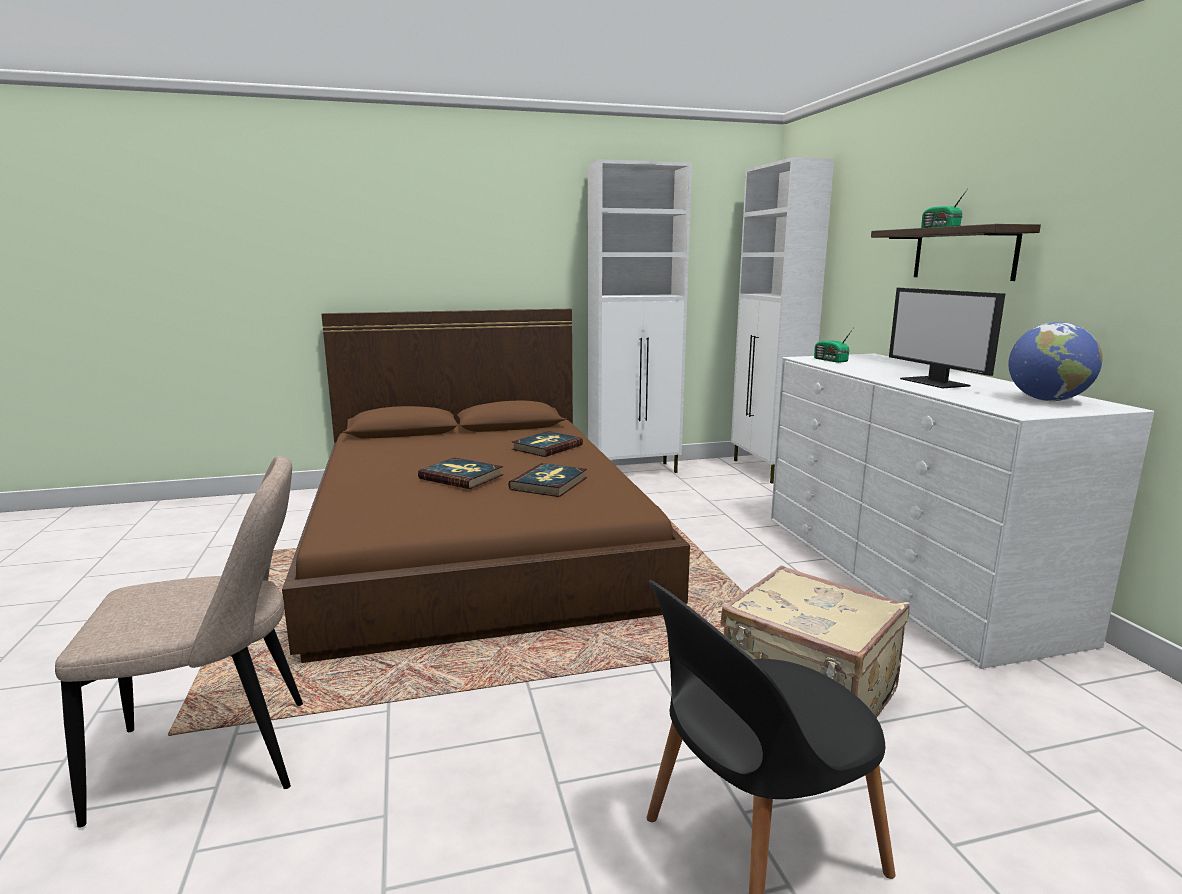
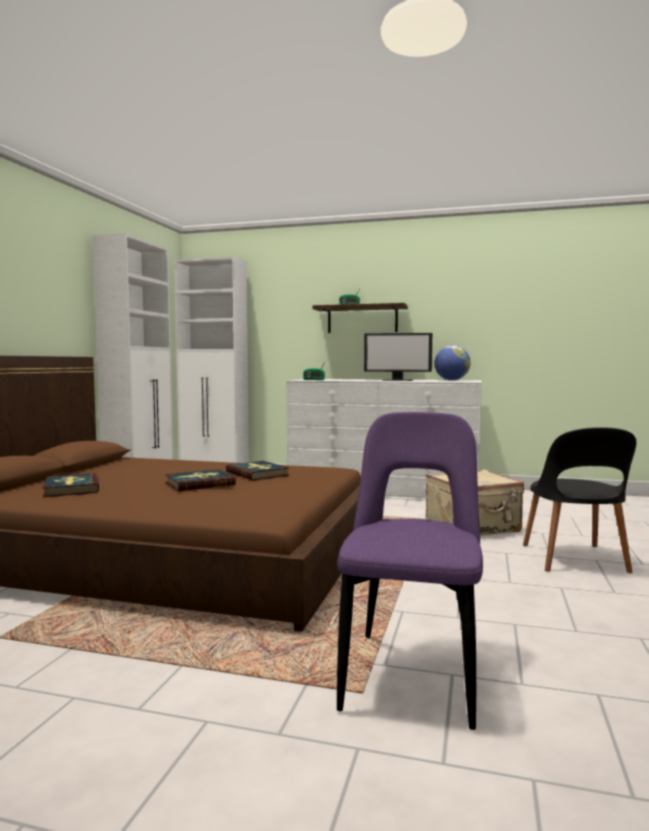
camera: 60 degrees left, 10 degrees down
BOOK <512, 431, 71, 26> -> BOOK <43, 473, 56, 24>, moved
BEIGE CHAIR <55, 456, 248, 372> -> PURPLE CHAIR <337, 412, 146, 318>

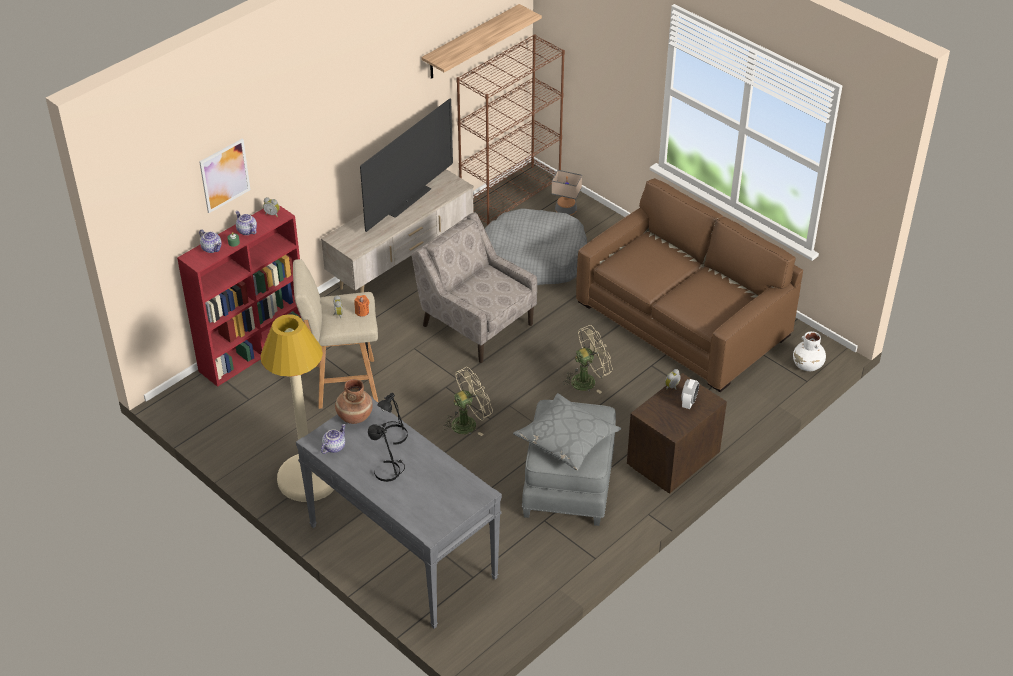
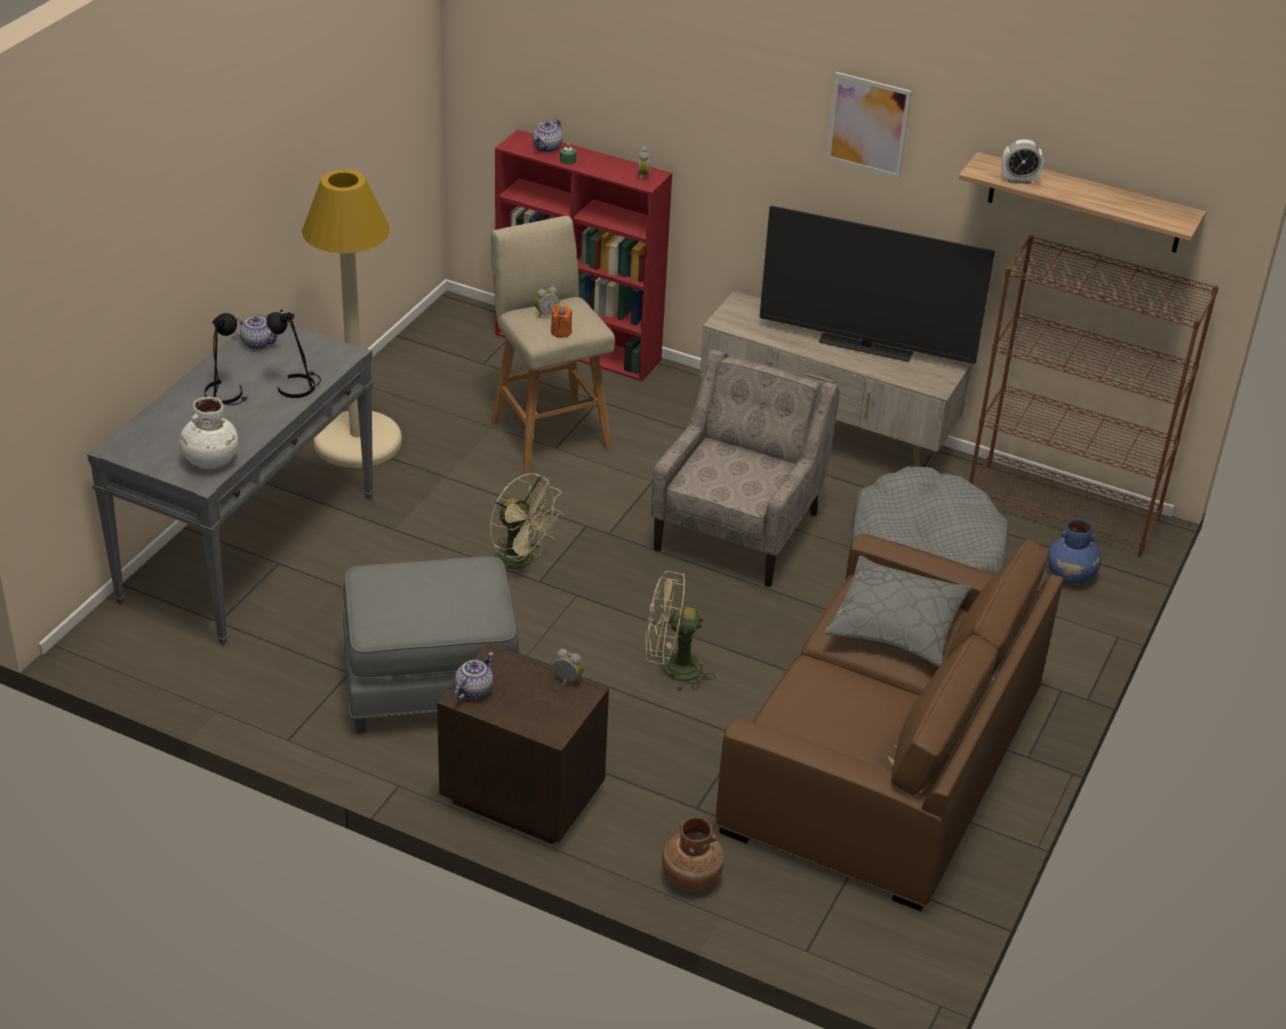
camera: 70 degrees right, 5 degrees down
WHITE VASE <793, 331, 33, 40> -> WHITE VASE <179, 397, 59, 72>, moved
TEAPOT <235, 211, 22, 24> -> TEAPOT <454, 652, 39, 47>, moved
BEIGE FAN <563, 325, 50, 69> -> BEIGE FAN <645, 571, 70, 121>, 135 degrees clockwise
BROWN VASE <335, 379, 38, 45> -> BROWN VASE <662, 817, 62, 73>, moved
GREY PILLOW <513, 393, 108, 78> -> GREY PILLOW <824, 556, 147, 111>, moved
PICTURE <199, 139, 51, 74> -> PICTURE <826, 72, 86, 106>, moved
ALARM CLOCK <681, 379, 18, 30> -> ALARM CLOCK <1002, 139, 41, 45>, moved
TABLE LAMP <552, 170, 30, 45> -> BLUE VASE <1048, 519, 53, 65>

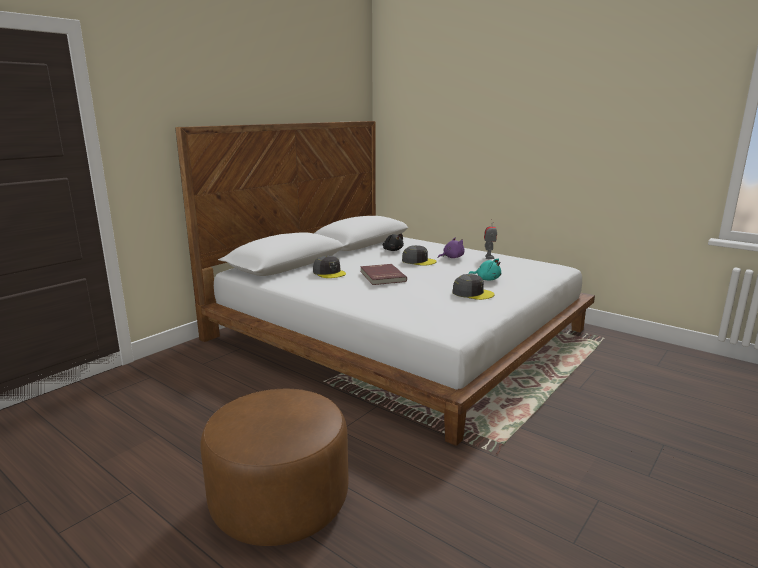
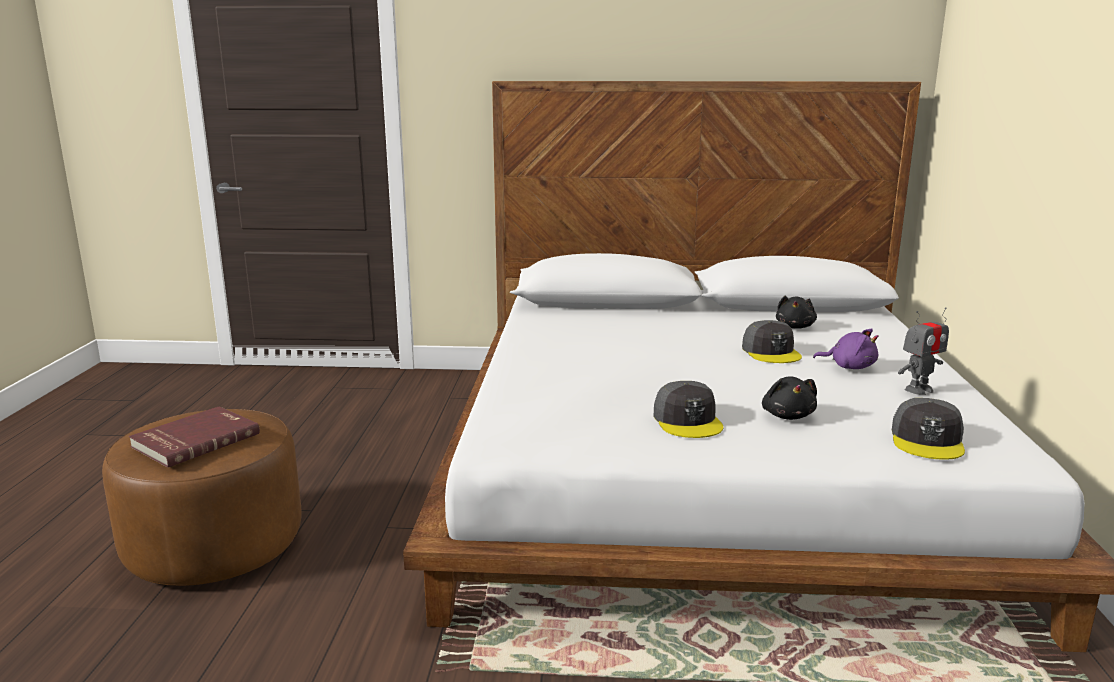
camera: 55 degrees right, 0 degrees up
RED BOOK <360, 264, 47, 21> -> RED BOOK <129, 406, 131, 62>, moved
TURQUOISE PLUSH TOY <468, 259, 33, 22> -> BLACK PLUSH TOY <762, 377, 55, 43>
GREY CAP <313, 256, 33, 22> -> GREY CAP <892, 398, 73, 62>, moved

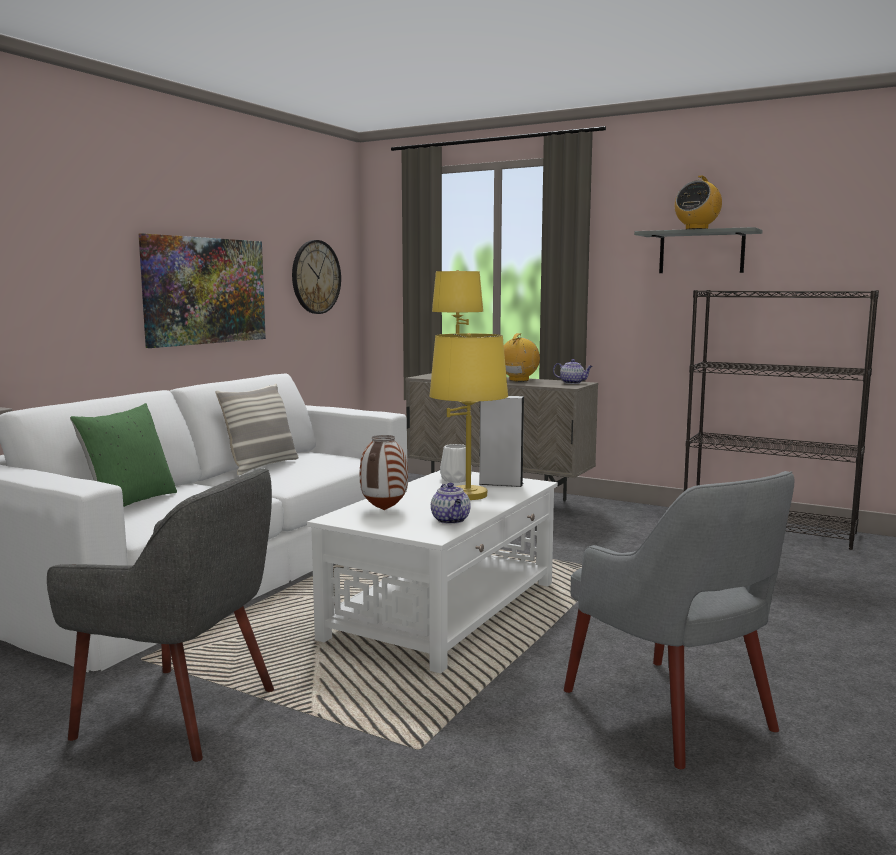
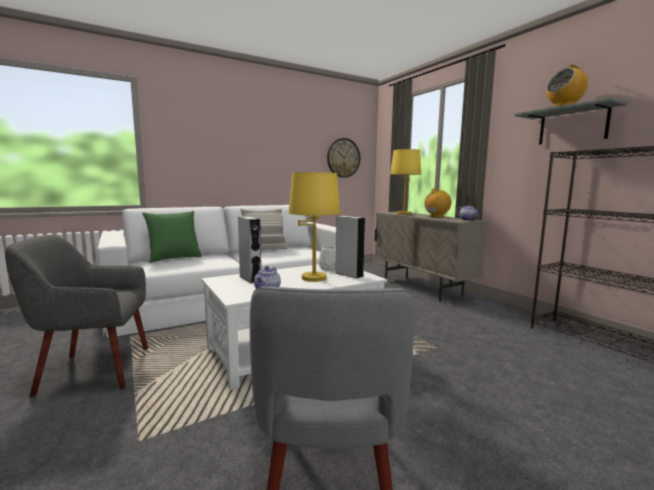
camera: 30 degrees right, 0 degrees up
GREY ARMCHAIR <47, 468, 227, 294> -> GREY ARMCHAIR <5, 235, 143, 162>, 120 degrees clockwise
VASE <360, 435, 48, 75> -> GREY SPEAKER <238, 216, 23, 67>
PICTURE <139, 233, 127, 115> -> none

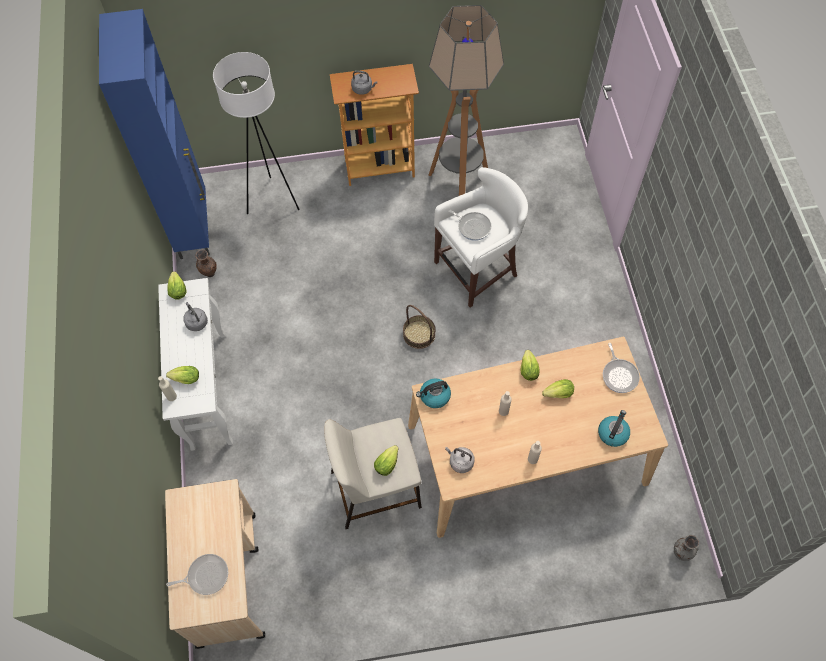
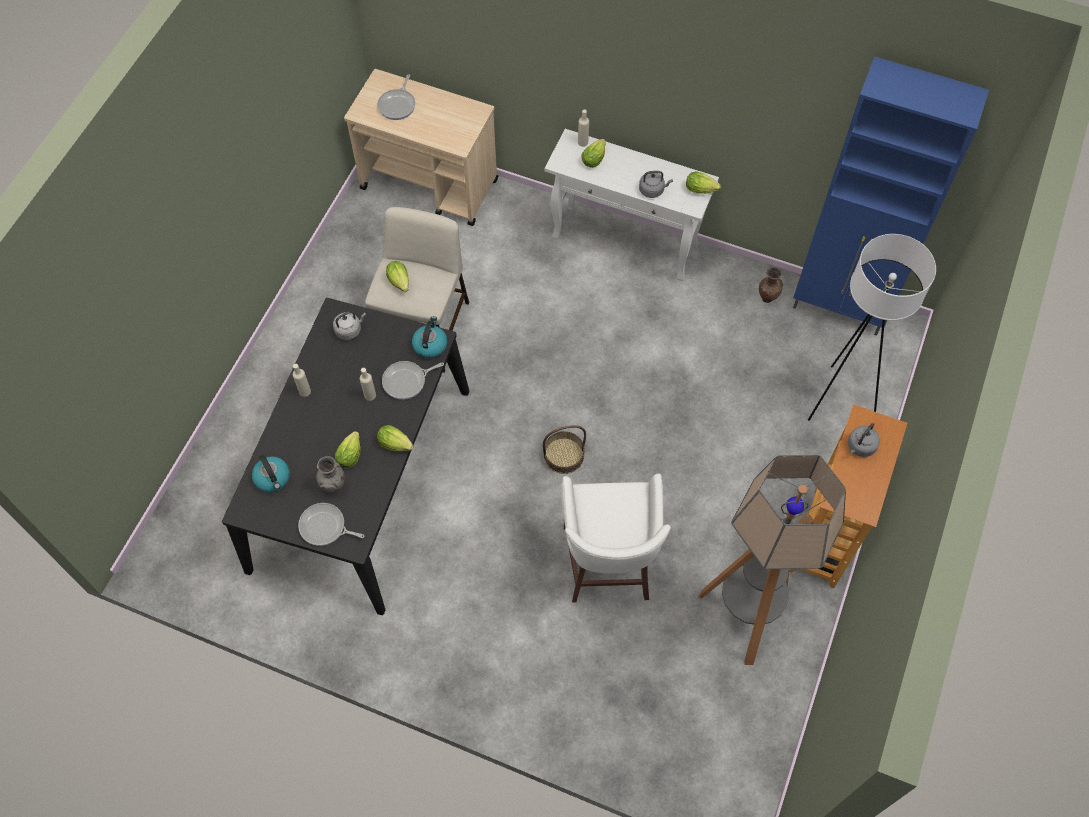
camera: 120 degrees right, 0 degrees up
BEIGE DINING TABLE <408, 337, 260, 201> -> BLACK DINING TABLE <222, 298, 247, 317>
GREY VASE <674, 535, 25, 26> -> GREY VASE <316, 456, 29, 36>, moved
FRYING PAN <448, 210, 43, 31> -> FRYING PAN <382, 361, 62, 39>, moved

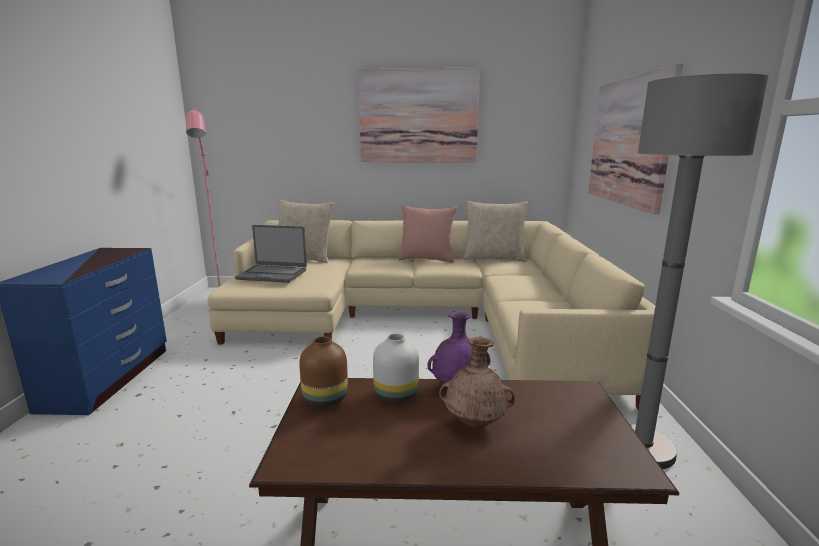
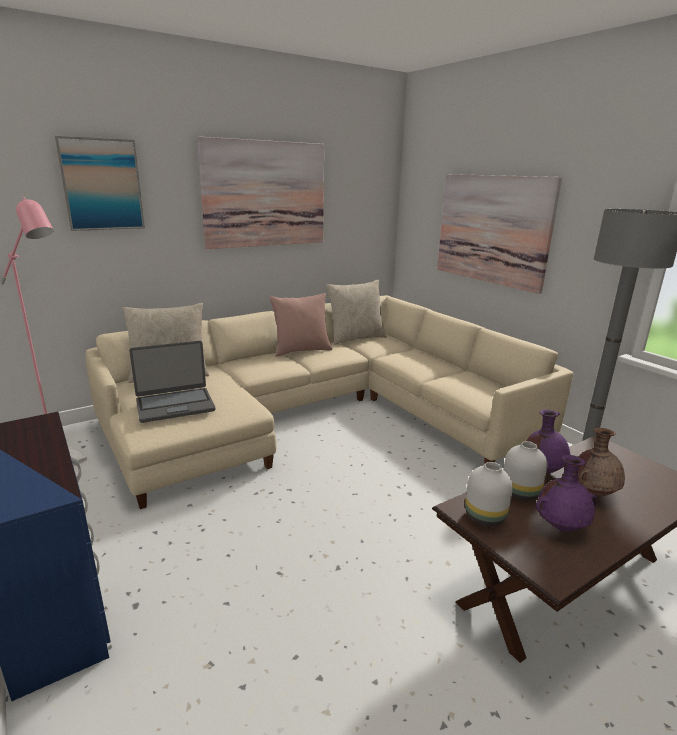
camera: 35 degrees left, 5 degrees up
none -> PICTURE <55, 136, 90, 95>
BROWN VASE <299, 336, 49, 71> -> WHITE VASE <465, 462, 48, 64>
none -> PURPLE VASE <536, 455, 61, 77>

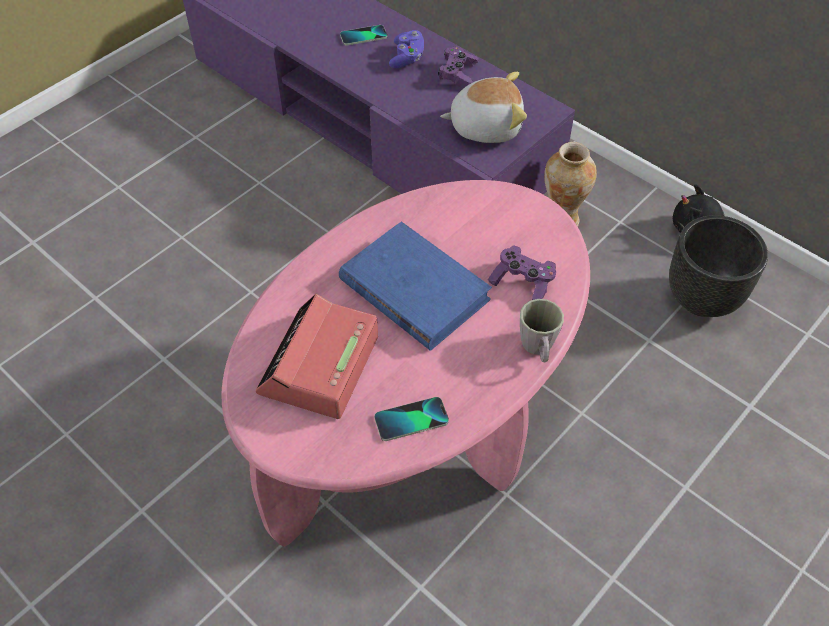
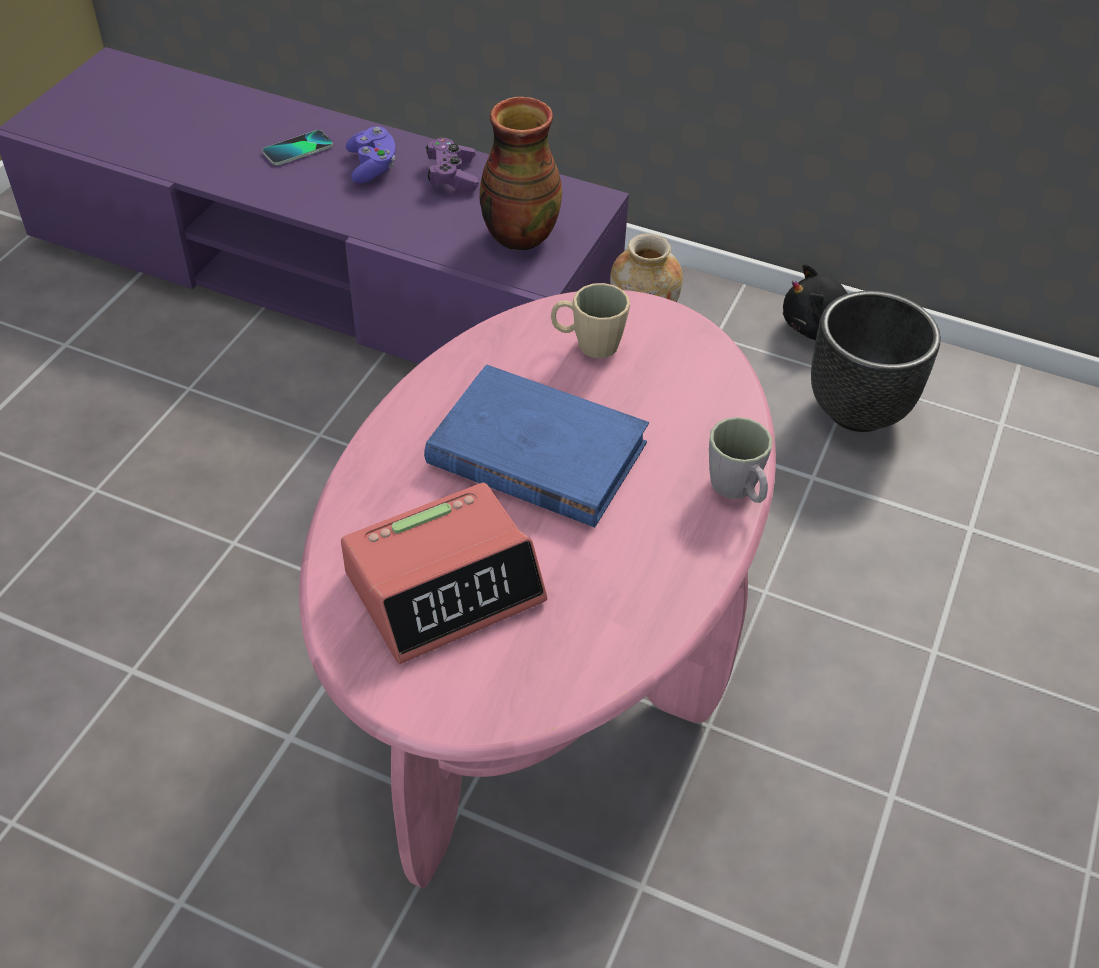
camera: 20 degrees left, 5 degrees down
ALARM CLOCK <256, 294, 122, 125> -> ALARM CLOCK <341, 483, 206, 181>, 120 degrees counterclockwise
PLUSH TOY <440, 72, 87, 71> -> VASE <480, 97, 82, 153>
none -> BEIGE MUG <551, 283, 79, 75>
PHONE <374, 397, 75, 44> -> none
PURPLE GAME CONTROLLER <488, 246, 68, 54> -> none

